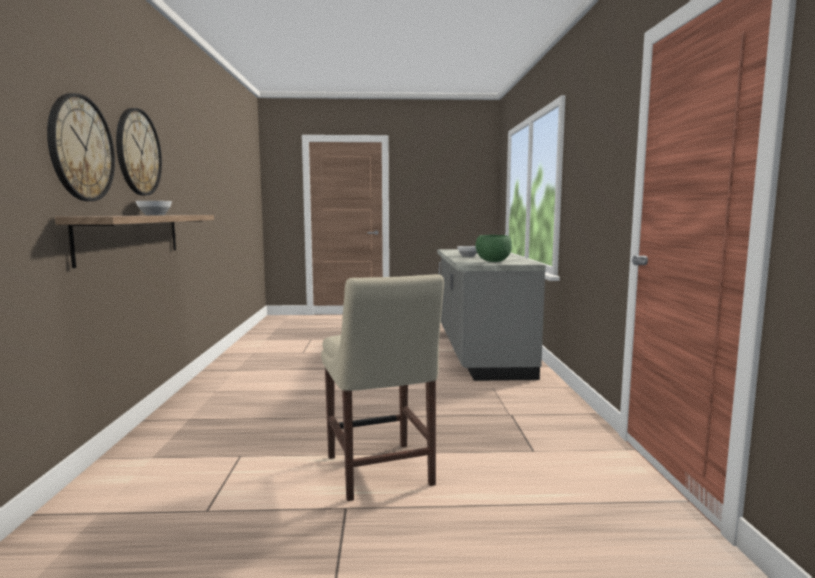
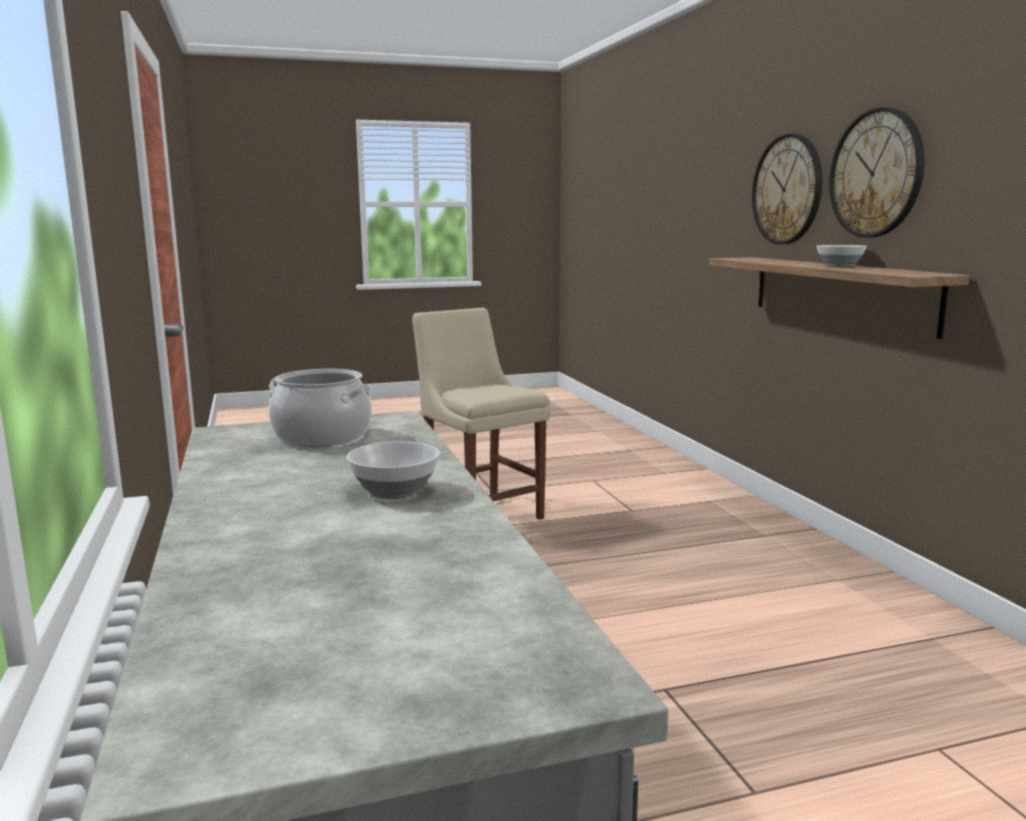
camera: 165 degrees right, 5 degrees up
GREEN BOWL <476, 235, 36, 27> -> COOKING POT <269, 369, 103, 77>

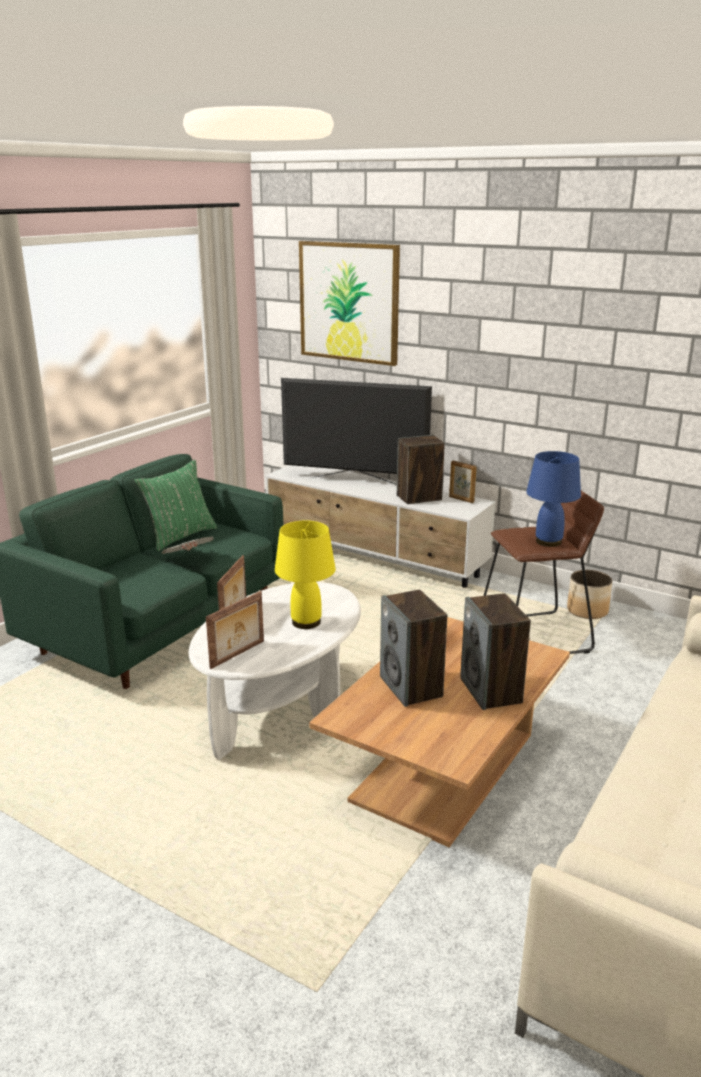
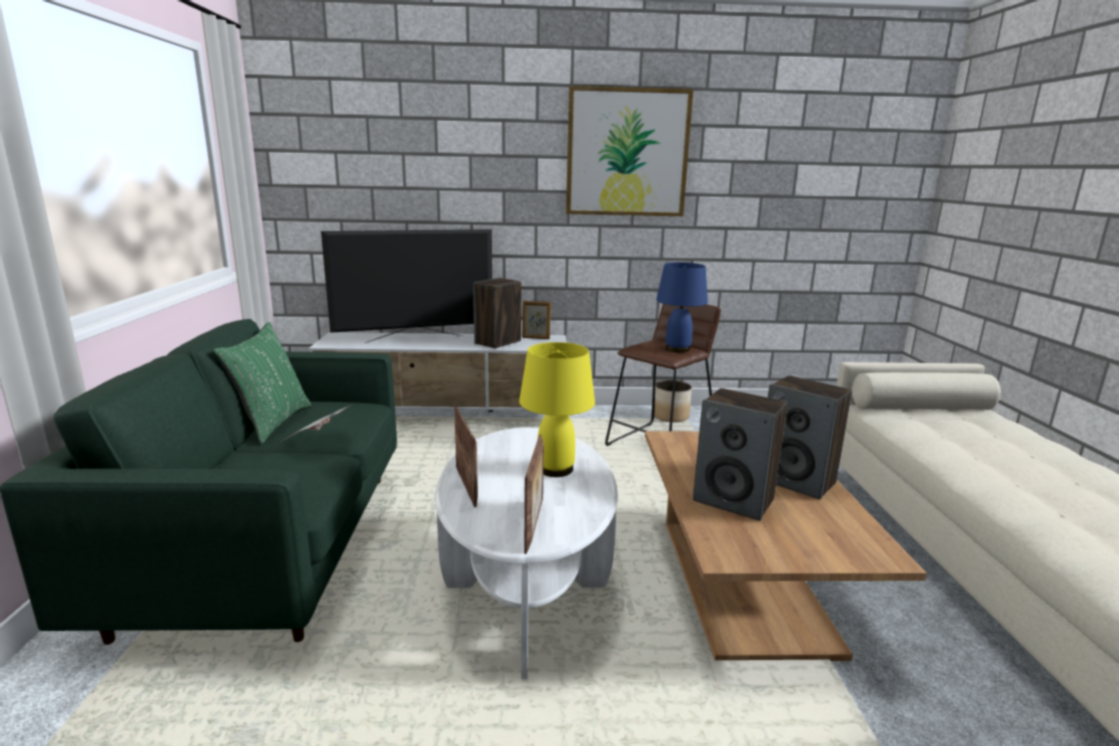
camera: 35 degrees left, 5 degrees down
PICTURE <299, 241, 101, 125> -> PICTURE <566, 86, 128, 130>, moved

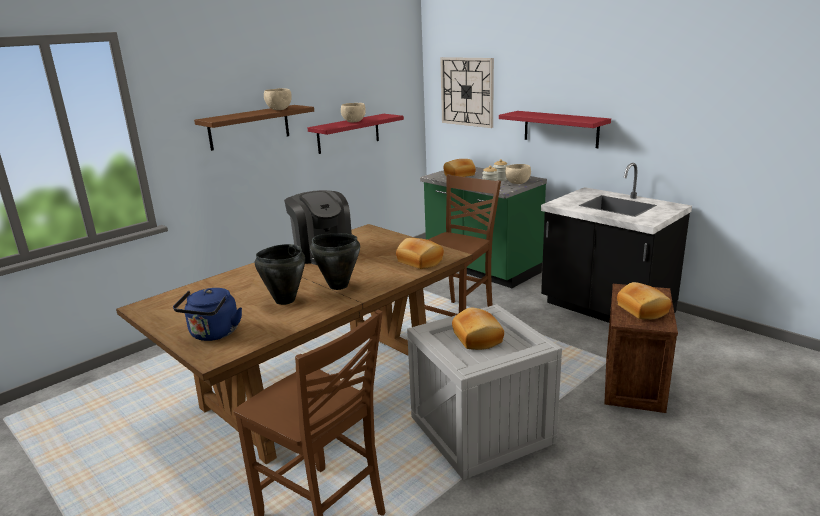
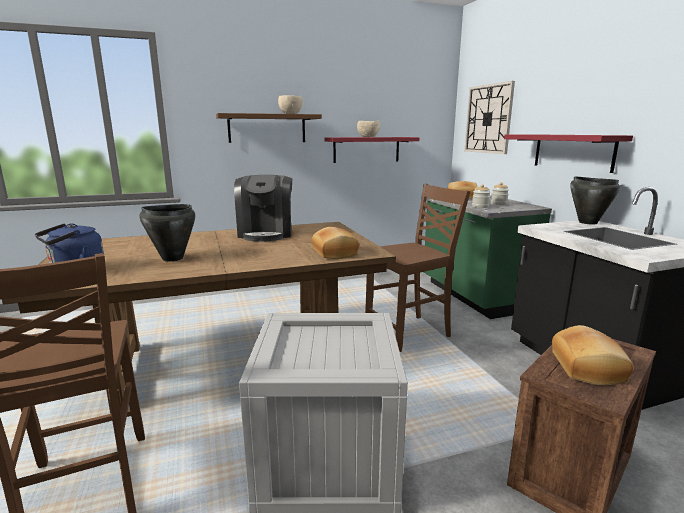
camera: 25 degrees right, 5 degrees down
BLACK COOKING POT <310, 233, 50, 57> -> BLACK COOKING POT <570, 177, 50, 48>, moved
BREAD <452, 308, 52, 42> -> none
BEIGE BOWL <505, 164, 26, 20> -> none

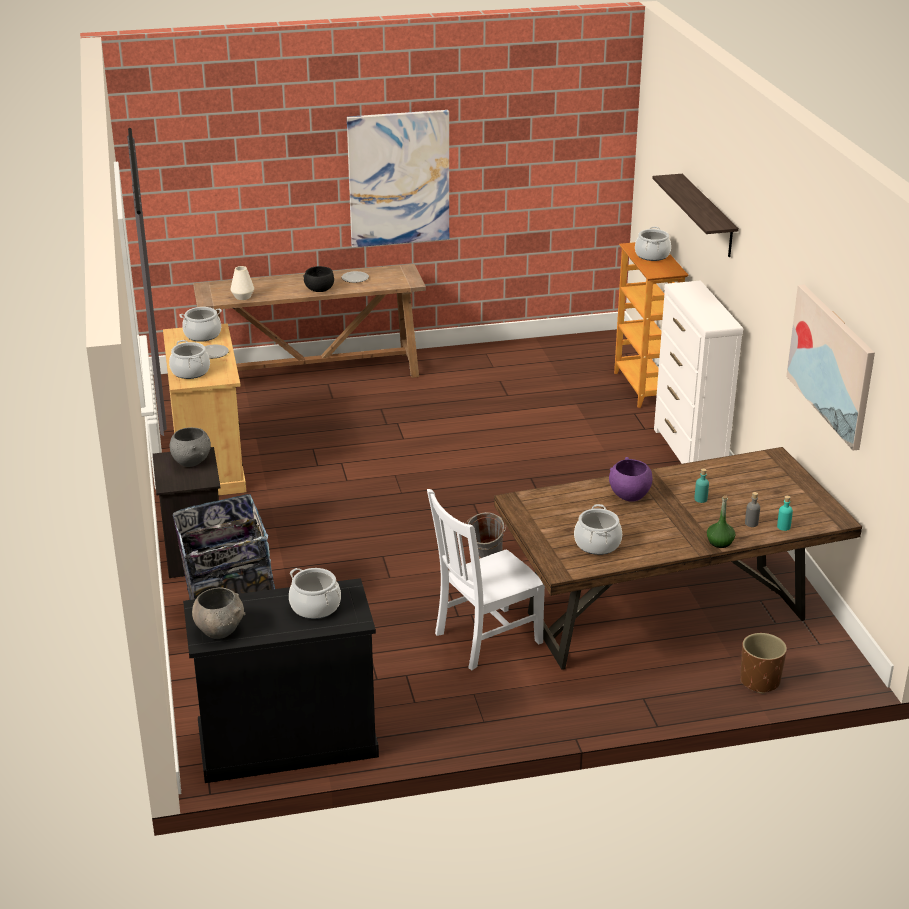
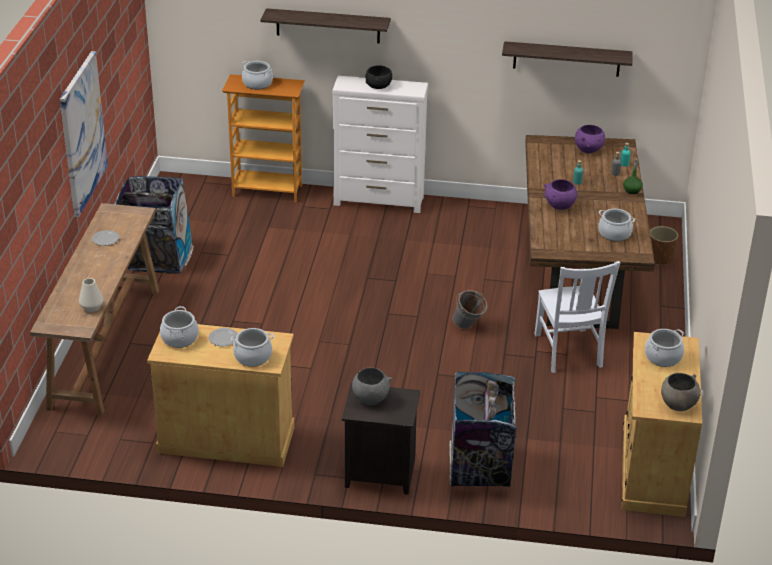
camera: 70 degrees left, 5 degrees up
none -> TRASH CAN <115, 176, 79, 98>
BLACK BOWL <303, 266, 31, 26> -> BLACK BOWL <365, 65, 27, 24>, moved
PICTURE <786, 285, 89, 166> -> SHELF <502, 41, 131, 36>
none -> PURPLE BOWL <575, 125, 30, 28>
BLACK CABINET <183, 578, 196, 205> -> BEIGE CABINET <622, 332, 80, 185>

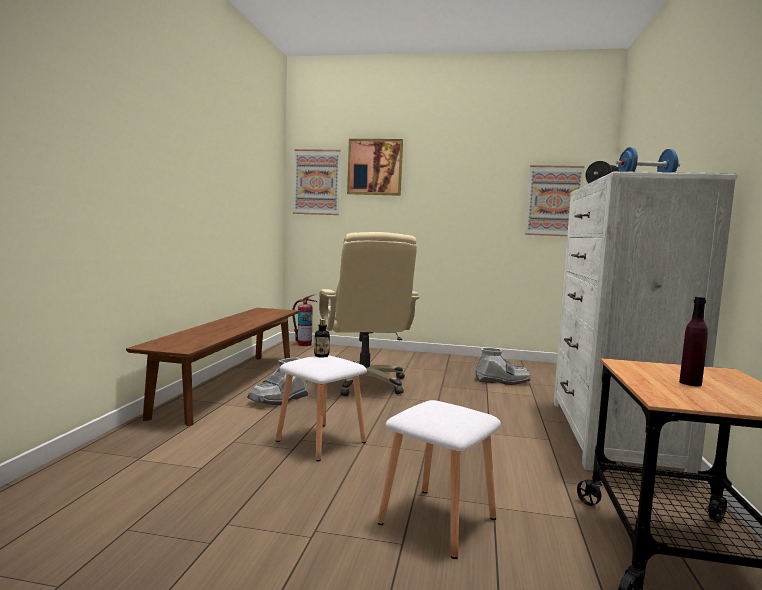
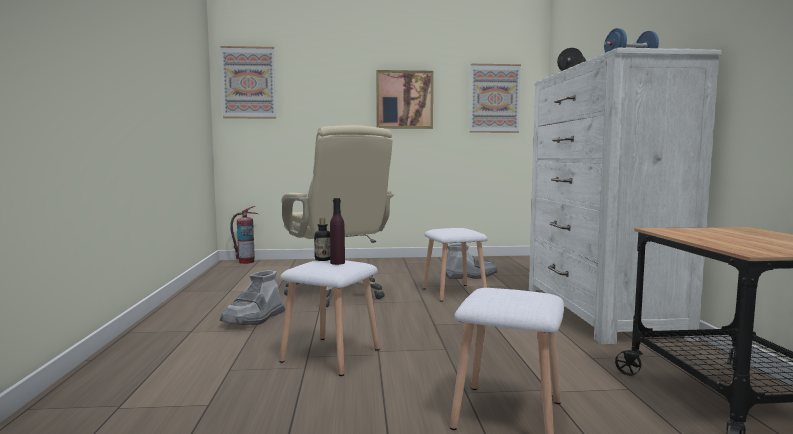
camera: 15 degrees left, 0 degrees up
PURPLE BOTTLE <679, 297, 29, 89> -> PURPLE BOTTLE <330, 198, 15, 67>, moved
PICTURE <347, 139, 56, 57> -> PICTURE <376, 70, 57, 59>, moved
none -> WHITE STOOL <422, 228, 66, 74>
BROWN BENCH <126, 308, 173, 118> -> none

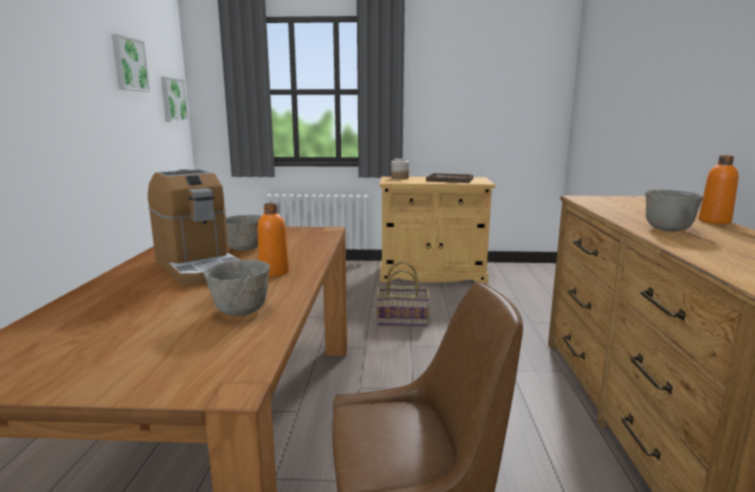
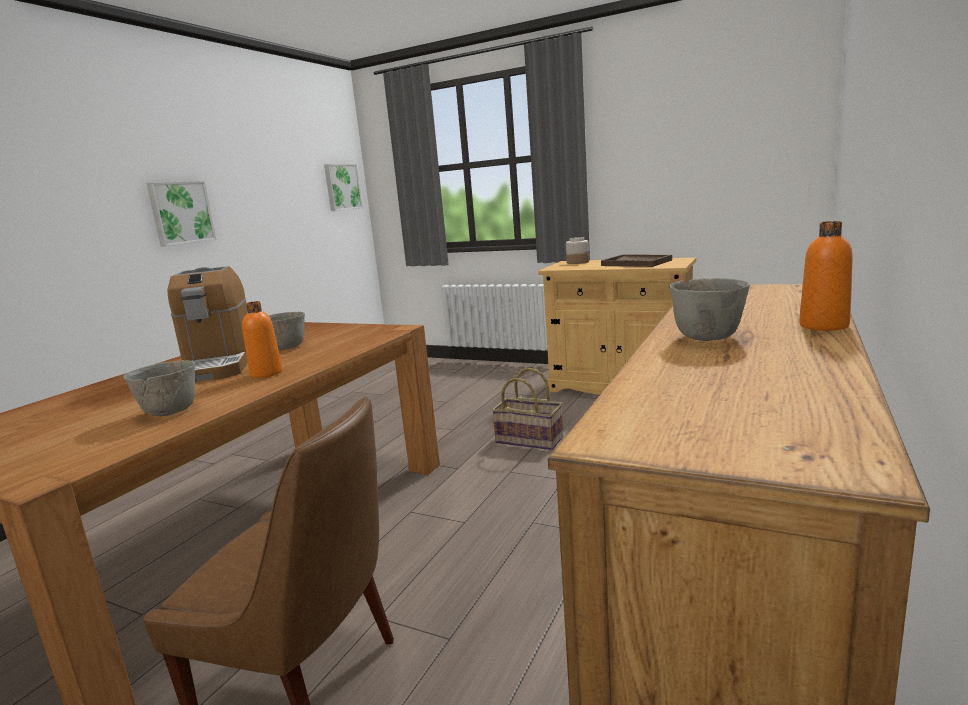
camera: 25 degrees right, 0 degrees up
PICTURE <112, 34, 38, 57> -> PICTURE <146, 181, 70, 66>, moved

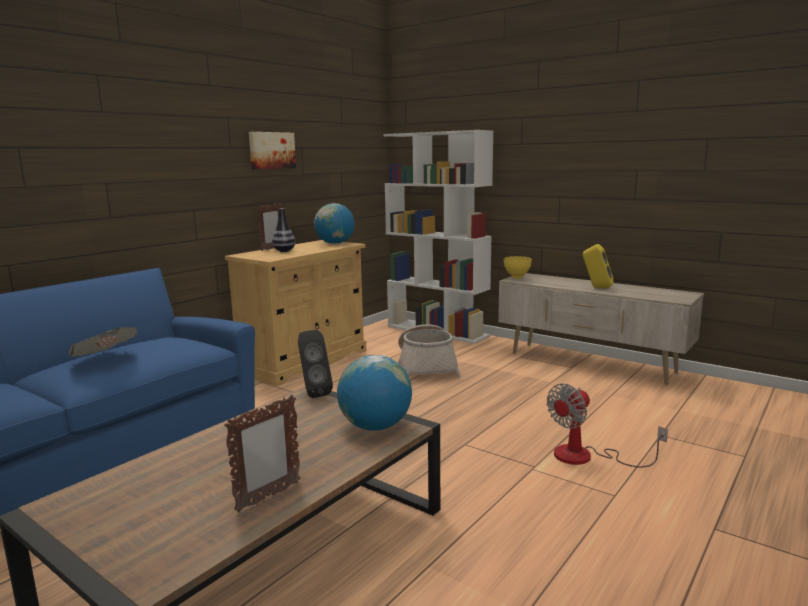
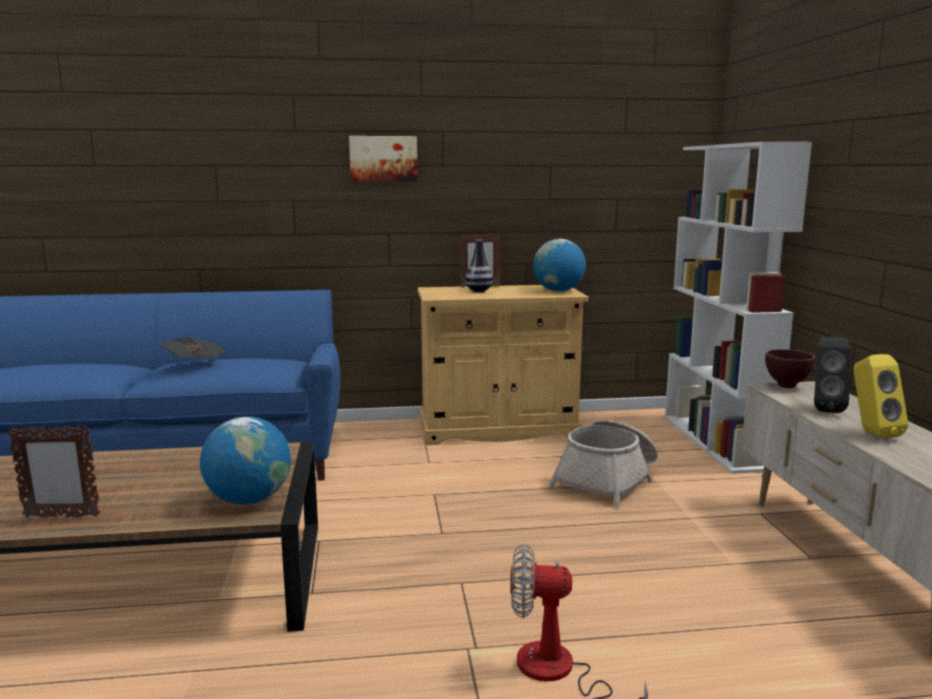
camera: 45 degrees right, 0 degrees up
PICTURE <249, 132, 47, 37> -> PICTURE <349, 136, 69, 45>, moved
YELLOW BOWL <504, 256, 28, 23> -> BROWN BOWL <765, 349, 50, 39>
BLACK SPEAKER <298, 330, 35, 68> -> BLACK SPEAKER <814, 337, 36, 76>, moved

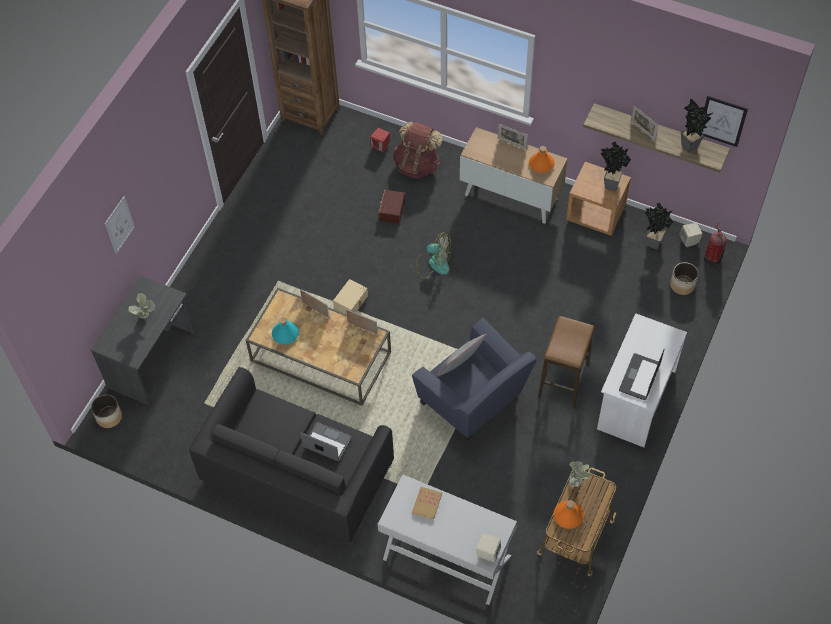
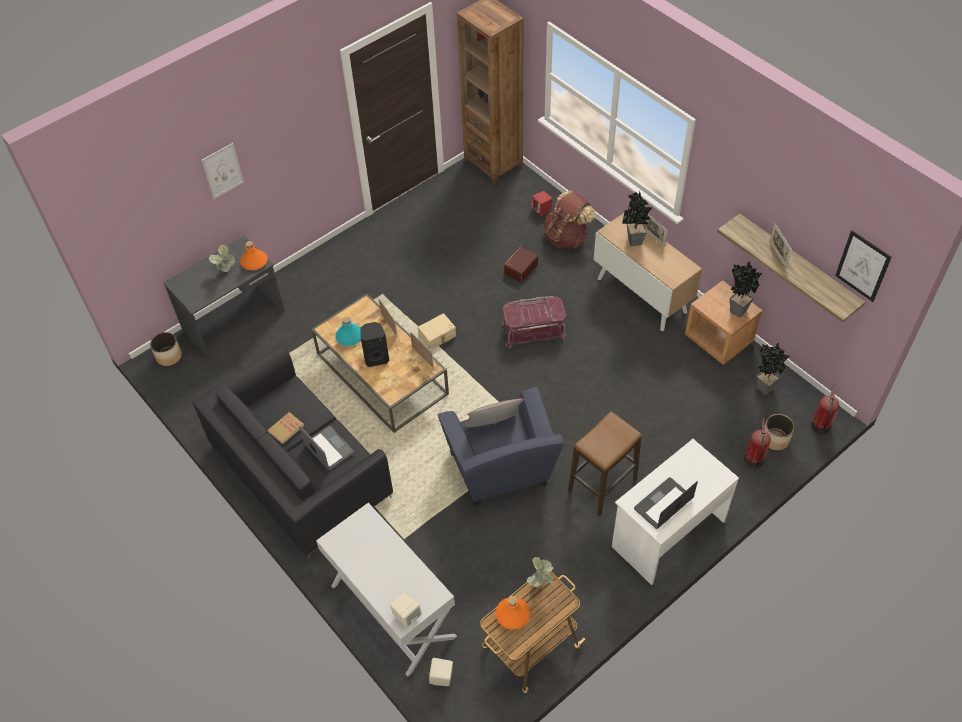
camera: 25 degrees right, 5 degrees down
ORANGE BOTTLE <529, 146, 26, 27> -> ORANGE BOTTLE <240, 241, 28, 29>, moved
BOOK <412, 487, 30, 33> -> BOOK <268, 412, 36, 32>, moved
none -> BLACK SPEAKER <360, 322, 29, 45>
BEIGE SPEAKER <679, 223, 24, 24> -> BEIGE SPEAKER <429, 658, 24, 28>, moved
FAN <416, 232, 35, 47> -> RED STORAGE BOX <501, 296, 66, 52>
POTTED PLANT <681, 98, 32, 55> -> POTTED PLANT <622, 191, 30, 55>, moved
none -> FIRE EXTINGUISHER <744, 418, 27, 53>

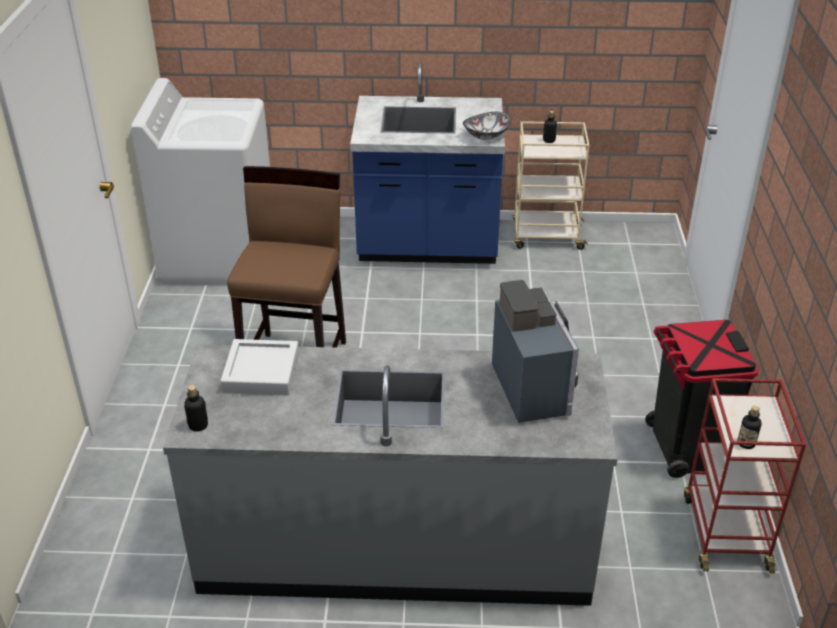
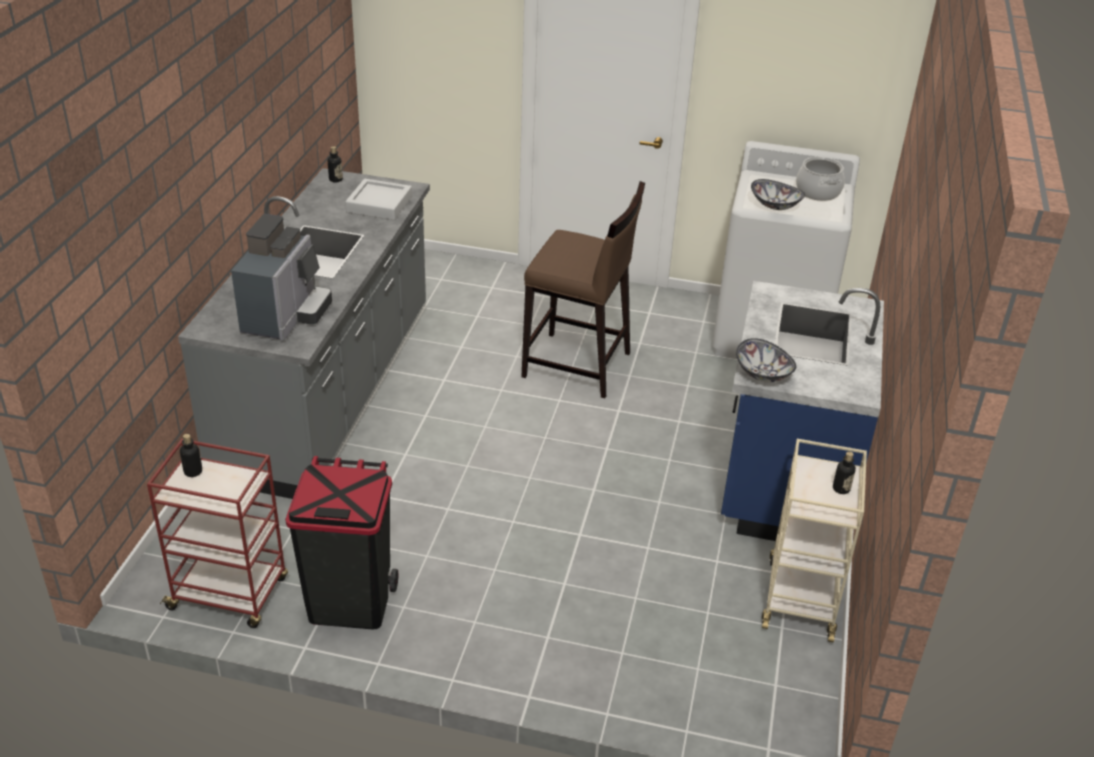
camera: 100 degrees right, 0 degrees up
COFFEE MACHINE <492, 280, 87, 143> -> COFFEE MACHINE <231, 214, 101, 127>, 75 degrees counterclockwise
none -> BOWL <751, 179, 54, 31>
none -> COOKING POT <796, 157, 49, 44>

